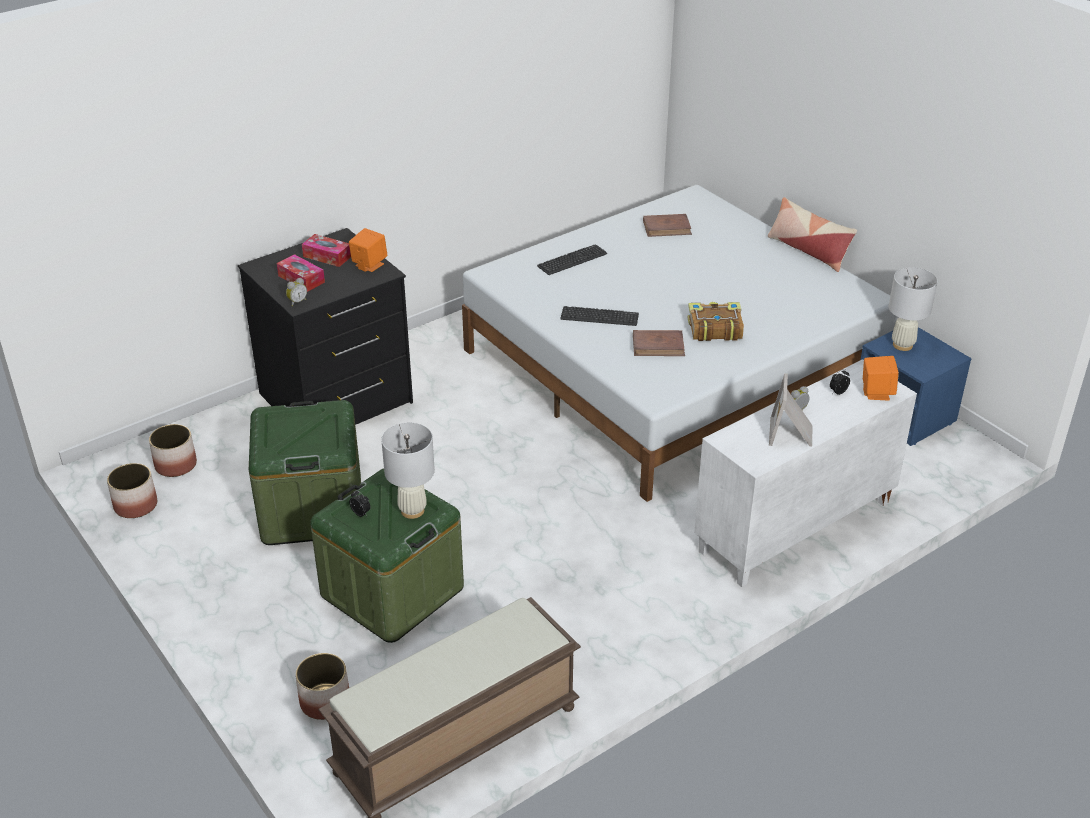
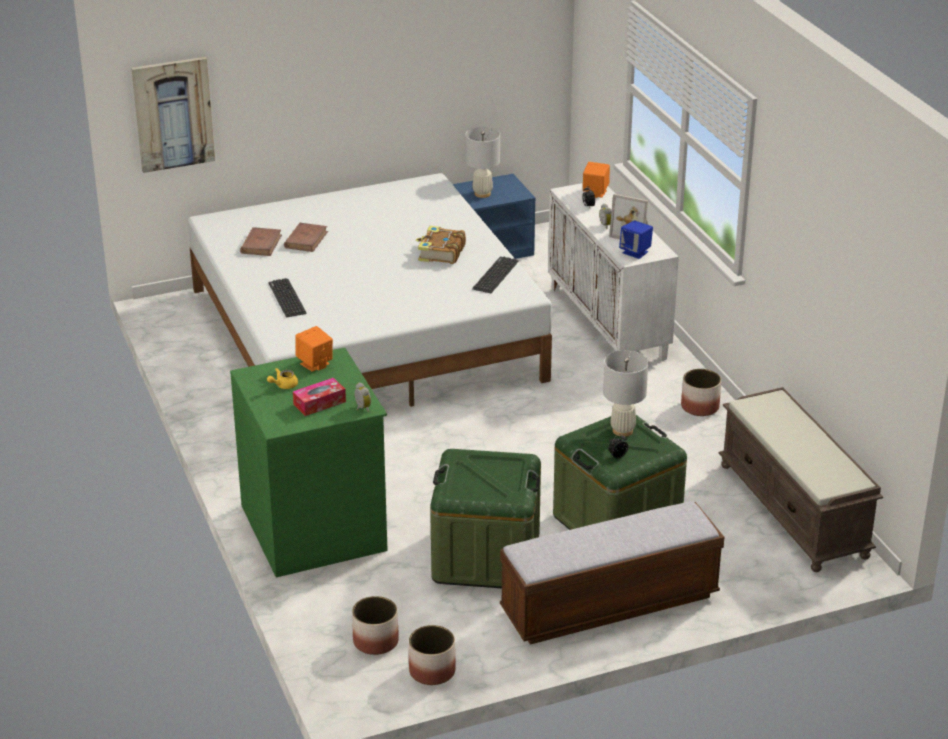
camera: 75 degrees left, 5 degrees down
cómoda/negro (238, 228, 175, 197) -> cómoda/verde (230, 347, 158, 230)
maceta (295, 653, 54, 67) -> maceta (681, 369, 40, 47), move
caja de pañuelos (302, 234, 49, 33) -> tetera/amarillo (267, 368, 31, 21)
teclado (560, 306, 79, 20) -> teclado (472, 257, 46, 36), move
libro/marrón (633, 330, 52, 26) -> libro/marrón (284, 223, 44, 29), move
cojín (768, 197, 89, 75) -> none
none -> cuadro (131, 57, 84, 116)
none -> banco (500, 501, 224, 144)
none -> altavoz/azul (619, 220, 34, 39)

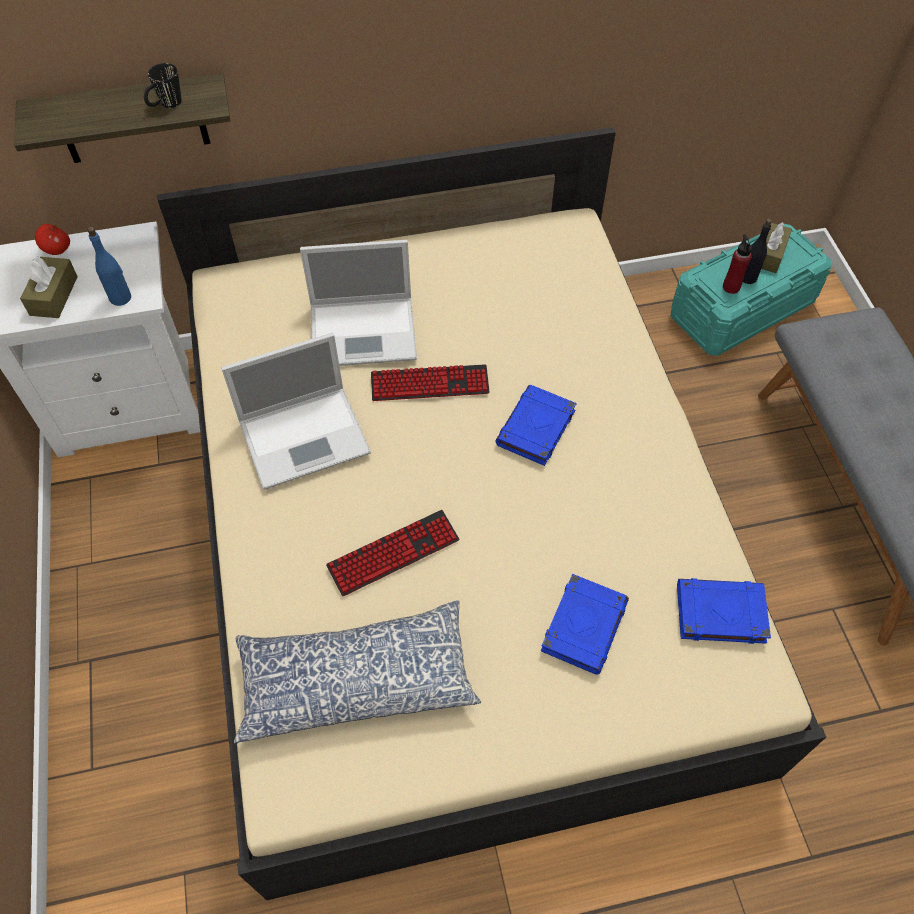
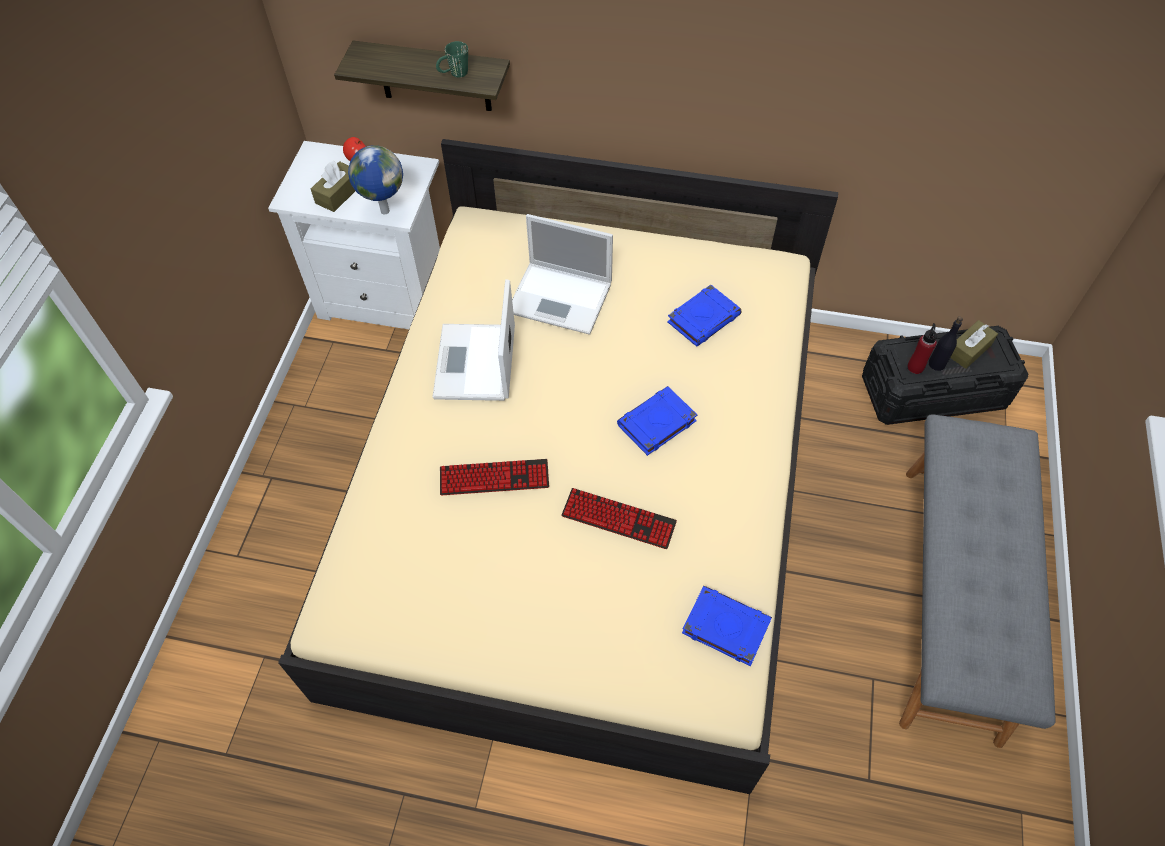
camera: 25 degrees right, 0 degrees up
botella/azul (87, 227, 44, 79) -> globo terráqueo (348, 145, 55, 69)
taza grande/negro (144, 63, 38, 45) -> taza grande/verde (436, 41, 32, 37)
portátil (221, 333, 150, 157) -> portátil (433, 279, 82, 122), 90 degrees clockwise
cojín (234, 600, 247, 144) -> none
teclado (371, 364, 119, 37) -> teclado (561, 488, 116, 61), move
libro/azul (541, 574, 88, 101) -> libro/azul (667, 285, 75, 62), move
caja de almacenaje/turquesa (670, 224, 161, 132) -> caja de almacenaje/negro (862, 326, 167, 99)

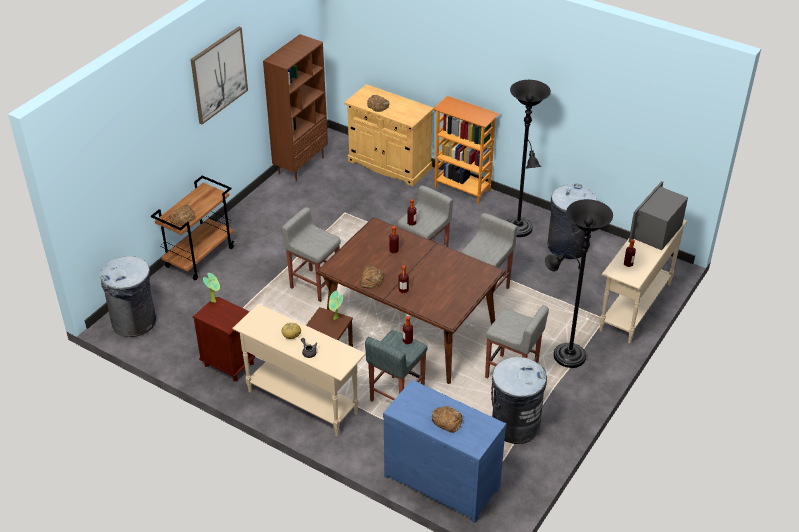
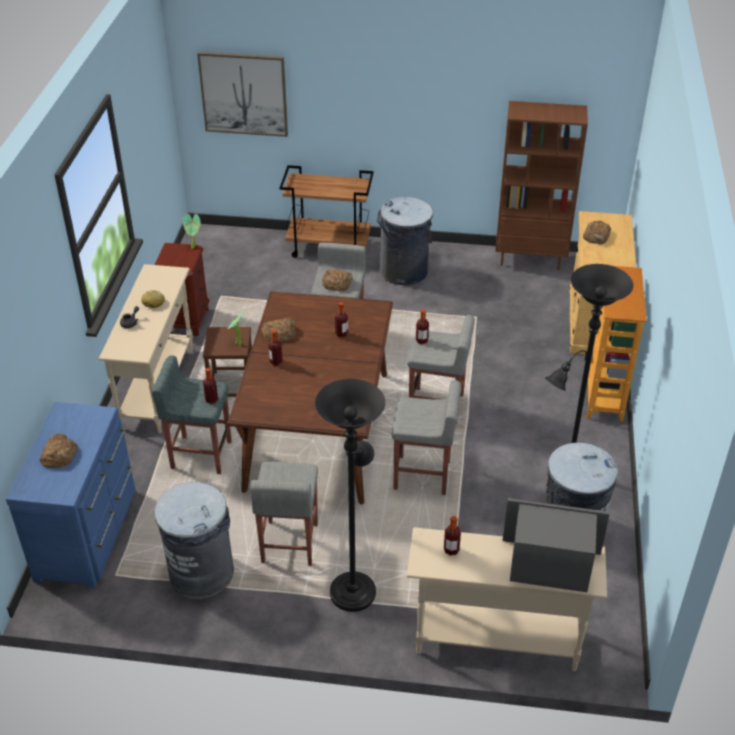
camera: 65 degrees right, 0 degrees up
papelera/gris (100, 256, 56, 81) -> papelera/gris (376, 197, 57, 88), move
pan (169, 205, 26, 21) -> pan (322, 270, 31, 22), move
cuadro (191, 27, 57, 97) -> cuadro (197, 52, 91, 85), move

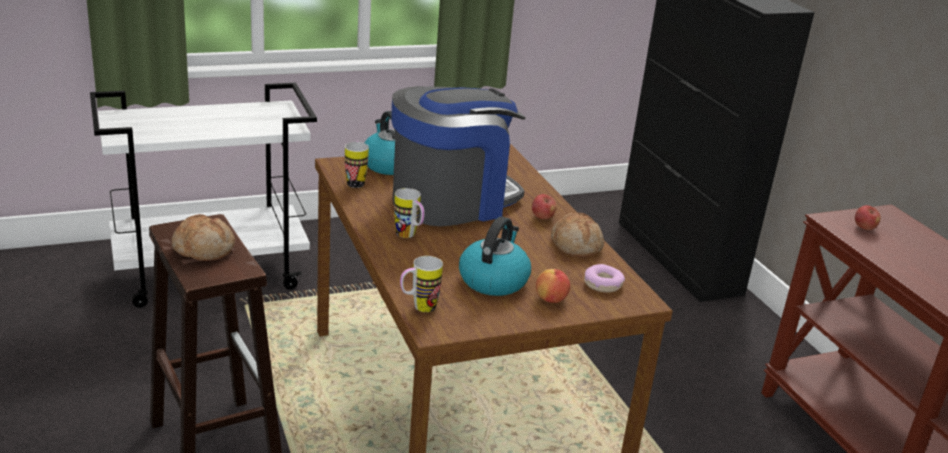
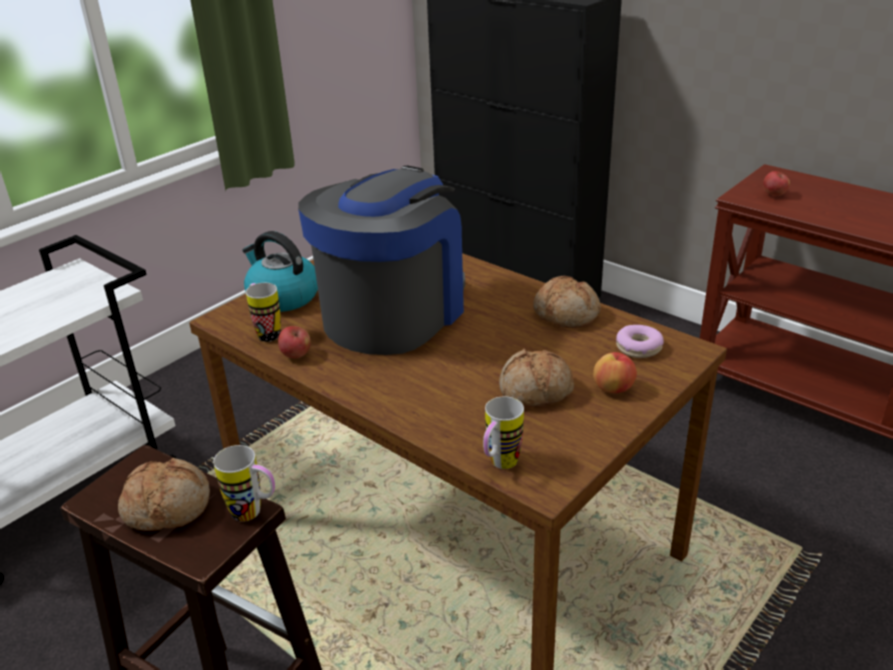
camera: 25 degrees left, 5 degrees up
taza grande (394, 188, 31, 50) -> taza grande (213, 445, 62, 77), move
hervidor (459, 217, 72, 79) -> pan (499, 348, 75, 59)
manzana (532, 194, 25, 25) -> manzana (278, 326, 33, 32), move

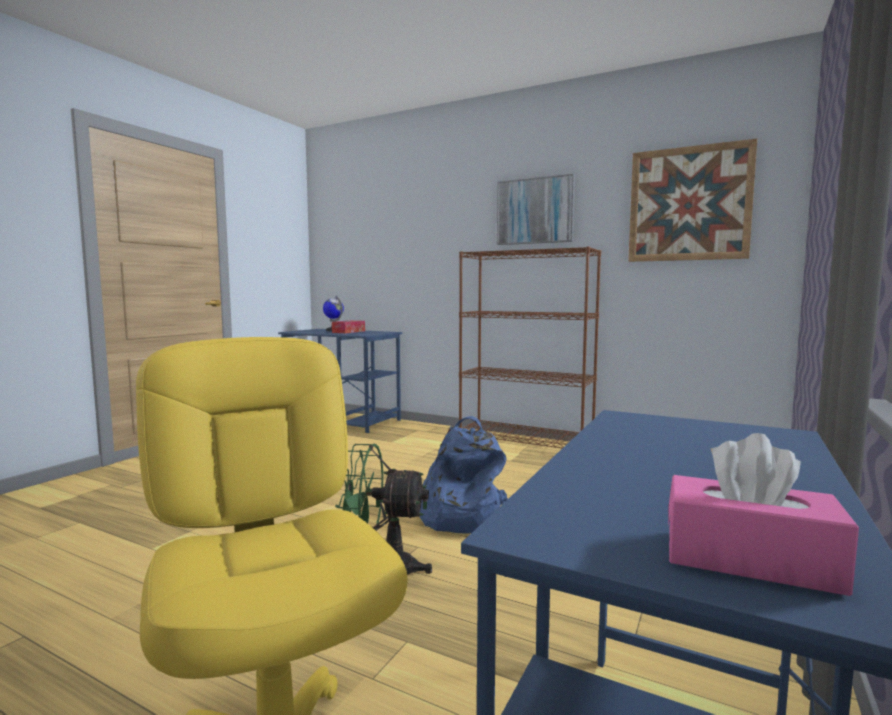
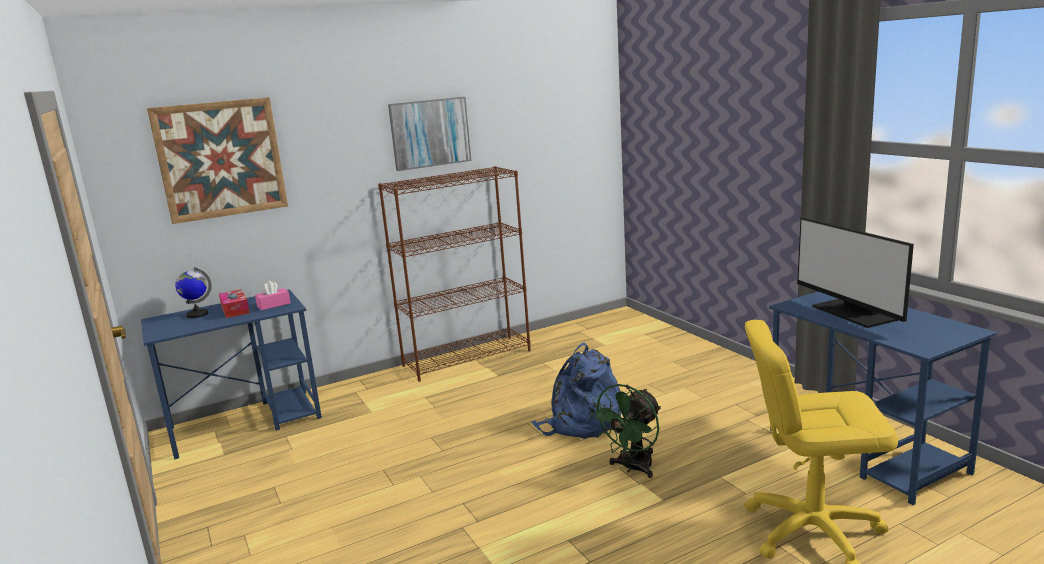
camera: 55 degrees left, 10 degrees up
cuadro (628, 139, 129, 123) -> cuadro (147, 97, 141, 127), move
caja de pañuelos/rosa (668, 433, 191, 163) -> caja de pañuelos/rosa (255, 281, 35, 29), move
none -> monitor (797, 217, 117, 111)

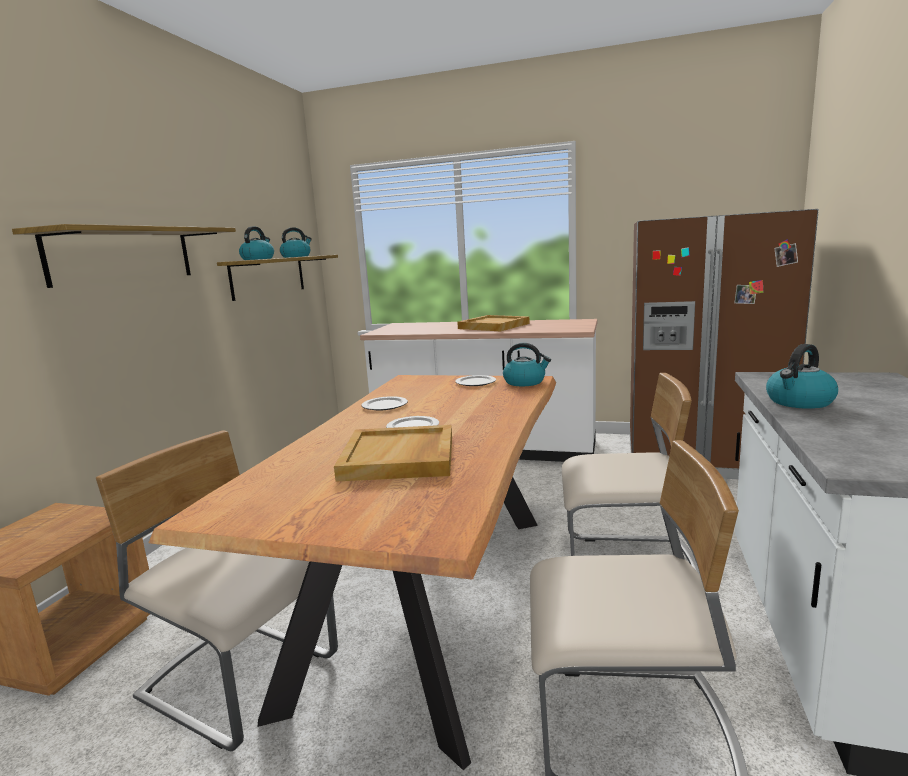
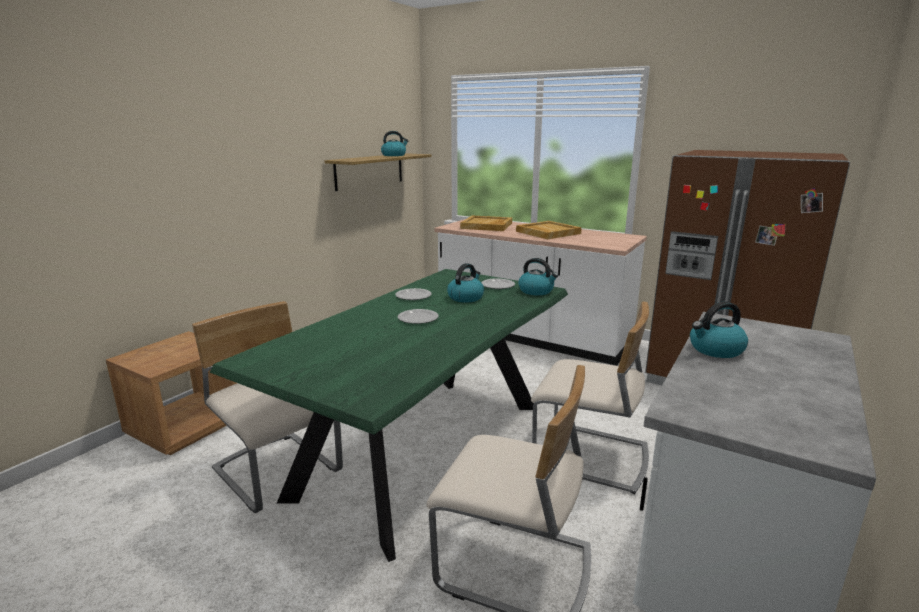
camera: 15 degrees right, 5 degrees up
estante (12, 224, 224, 64) -> none
mesa de comedor/marrón (148, 375, 408, 395) -> mesa de comedor/verde (210, 269, 358, 293)
hervidor (239, 226, 35, 34) -> hervidor (447, 263, 37, 40), move
bandeja/beis (334, 425, 118, 57) -> bandeja/beis (460, 215, 52, 16), move

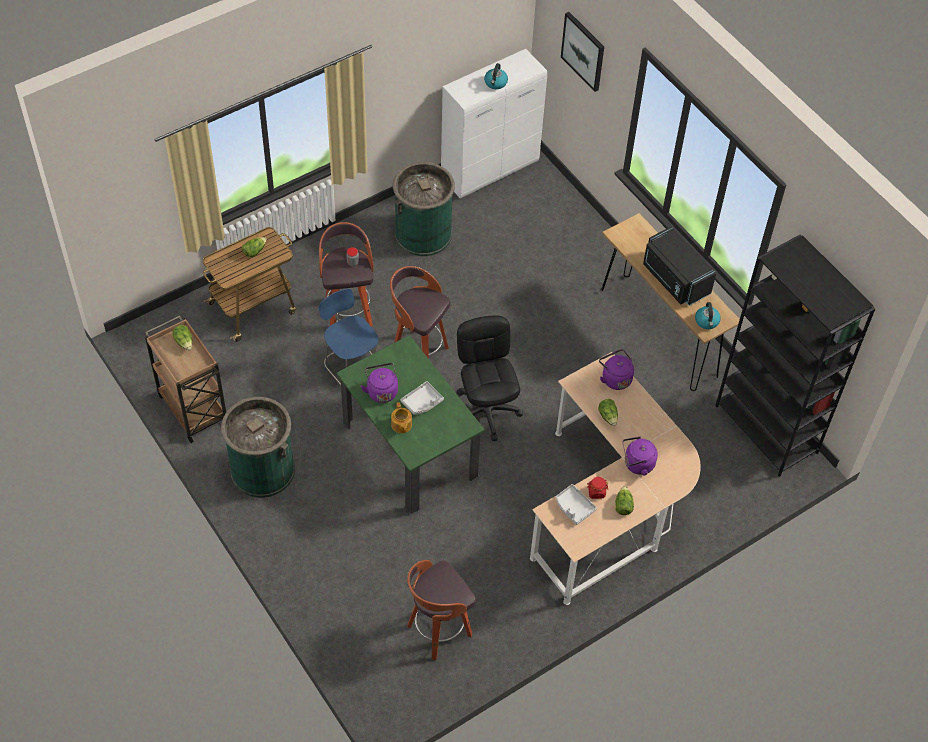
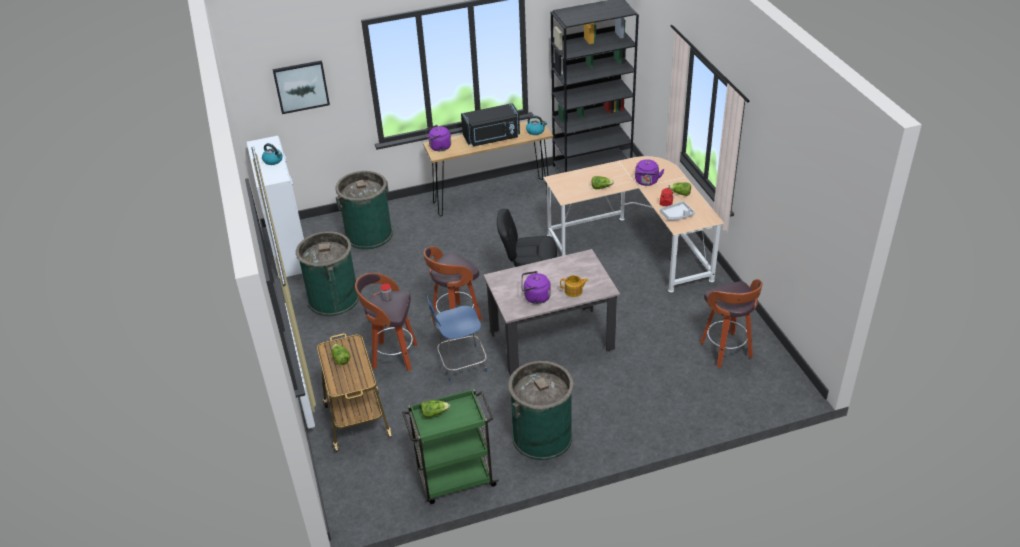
camera: 70 degrees left, 15 degrees down
carrito/marrón (145, 316, 81, 127) -> carrito/verde (402, 389, 97, 115)
mesa de comedor/verde (337, 335, 148, 179) -> mesa de comedor/beis (483, 249, 137, 127)
bandeja/gris (400, 381, 44, 34) -> none
hervidor/morado (599, 349, 35, 41) -> hervidor/morado (425, 125, 26, 26), move
none -> papelera/verde (335, 171, 58, 79)

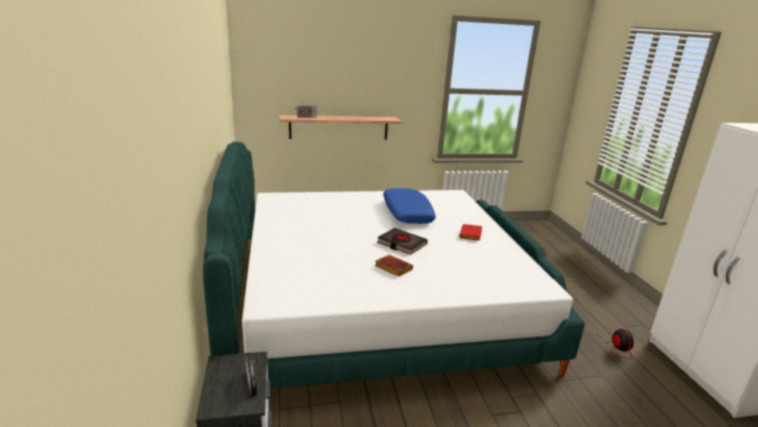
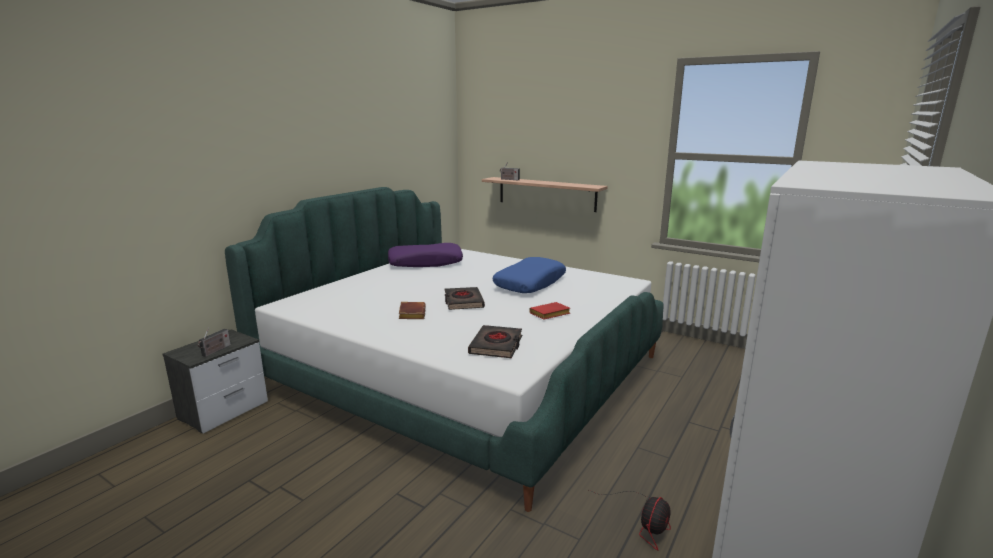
camera: 45 degrees right, 5 degrees down
none -> cojín/morado (388, 243, 75, 24)
none -> libro/negro (468, 325, 54, 33)

